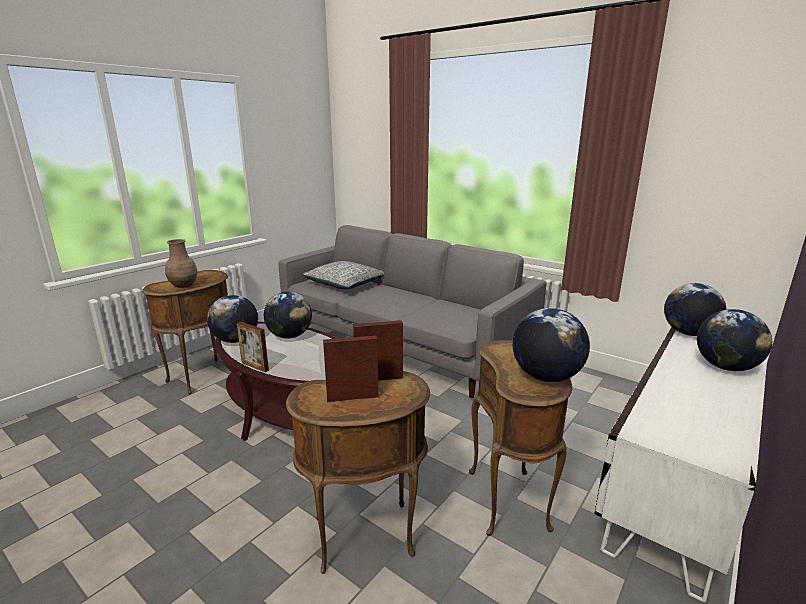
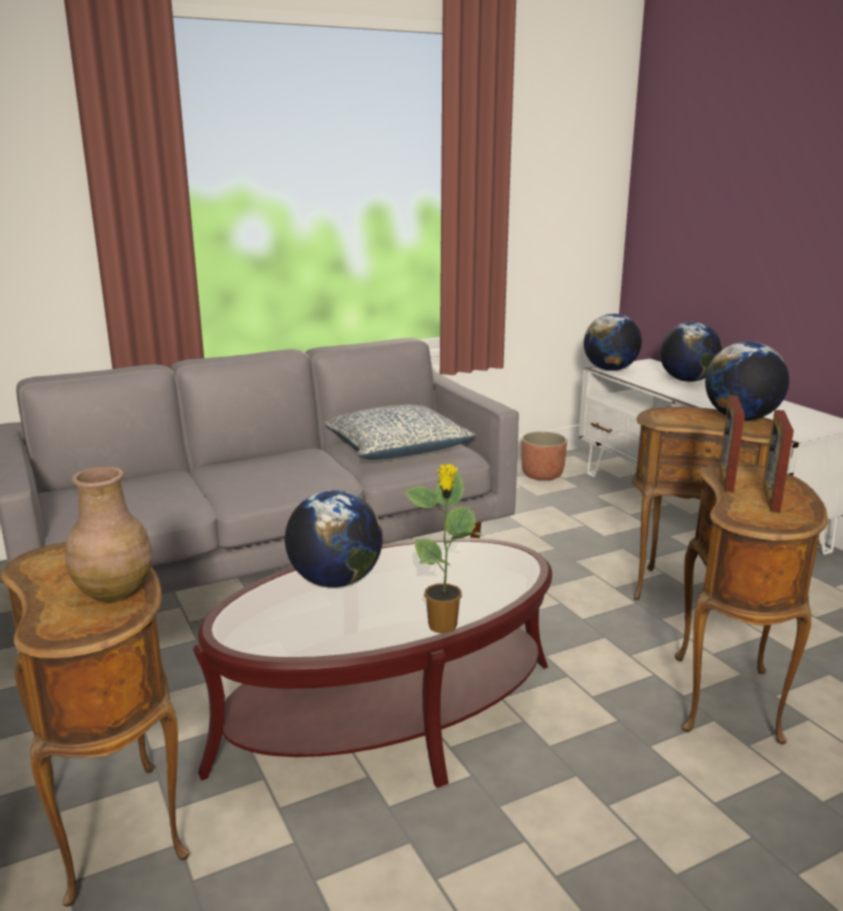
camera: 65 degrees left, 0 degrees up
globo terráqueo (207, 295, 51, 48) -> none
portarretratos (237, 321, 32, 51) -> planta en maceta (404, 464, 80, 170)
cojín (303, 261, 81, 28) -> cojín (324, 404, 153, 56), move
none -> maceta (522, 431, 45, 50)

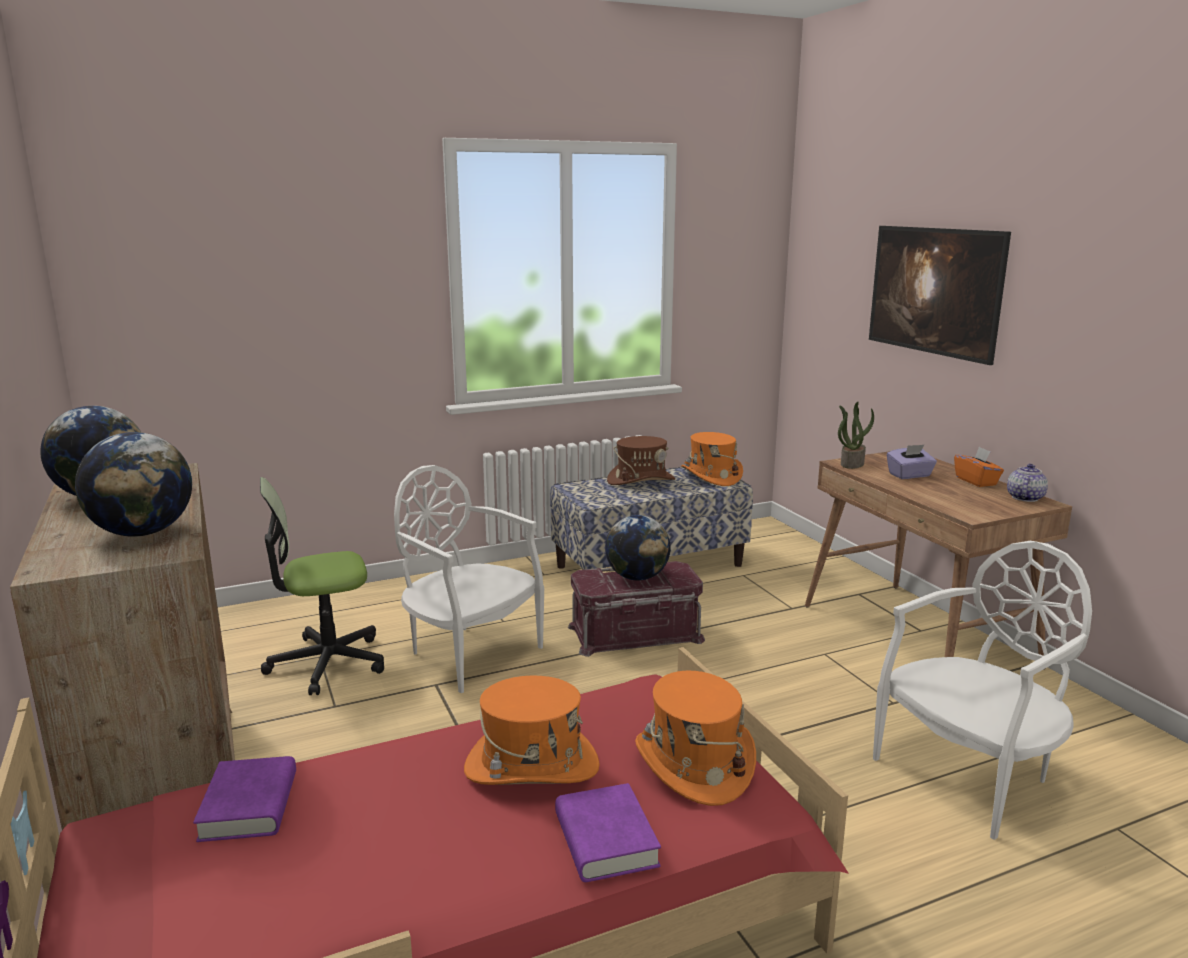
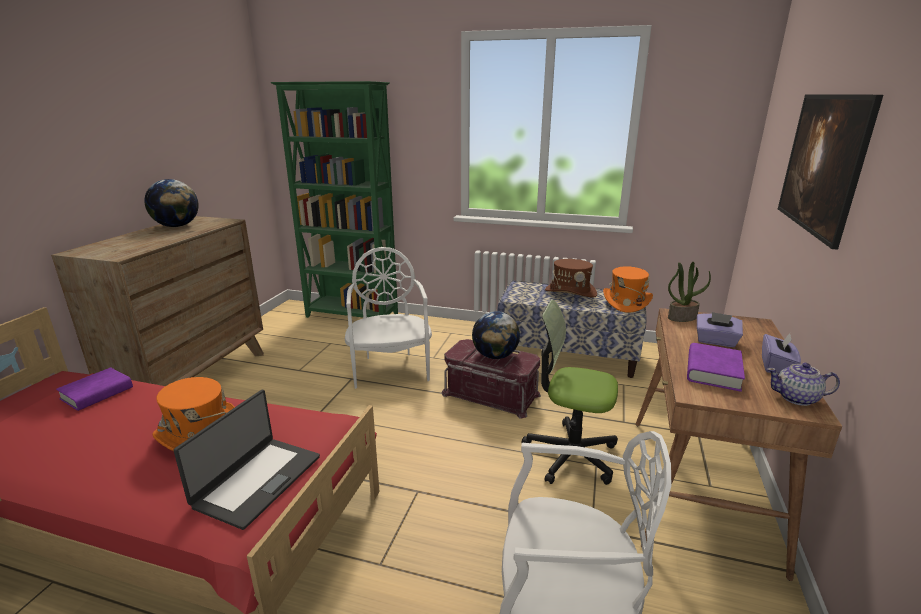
camera: 40 degrees right, 5 degrees up
globo terráqueo (75, 432, 117, 105) -> none
silla de oficina (260, 477, 124, 218) -> silla de oficina (521, 299, 97, 186), move
libro/morado (555, 783, 106, 99) -> libro/morado (687, 343, 58, 49), move
sombrero/naranja (635, 671, 121, 135) -> portátil (173, 390, 147, 140)
caja de pañuelos/naranja (954, 447, 50, 40) -> caja de pañuelos/morado (762, 333, 39, 41)
tetera (1007, 464, 41, 38) -> tetera (767, 363, 73, 43), 150 degrees counterclockwise
none -> estantería/verde (271, 81, 127, 237)

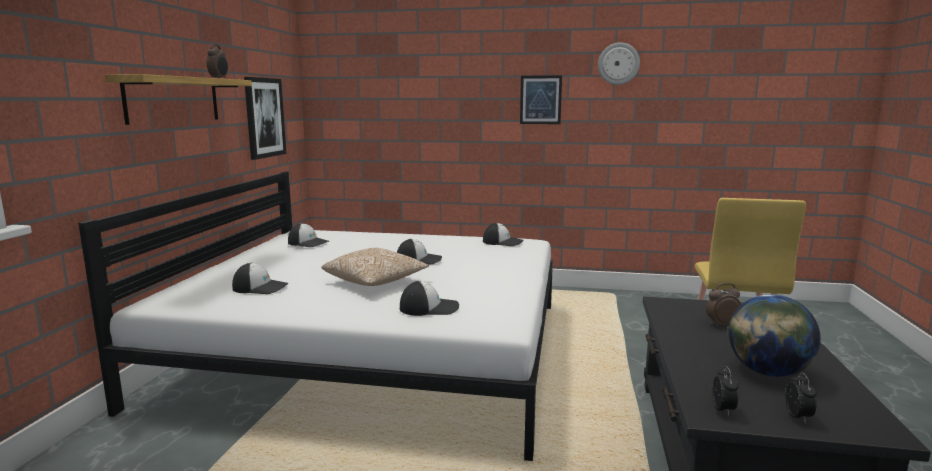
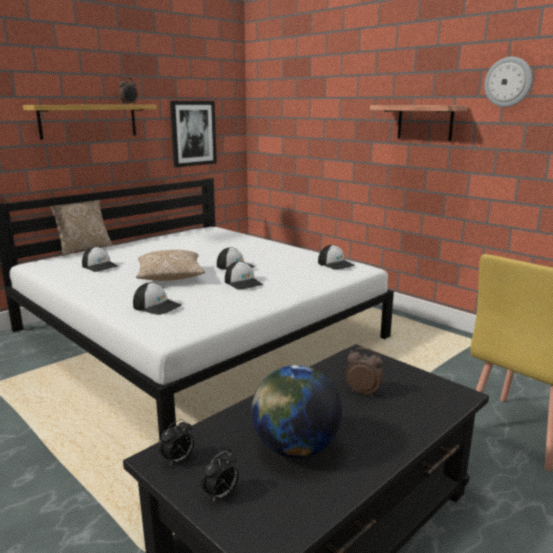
camera: 35 degrees right, 5 degrees up
gorra (288, 223, 41, 24) -> gorra (225, 261, 38, 29), move
cuadro (520, 75, 42, 49) -> estante (370, 105, 97, 36)
none -> cojín (50, 200, 63, 56)

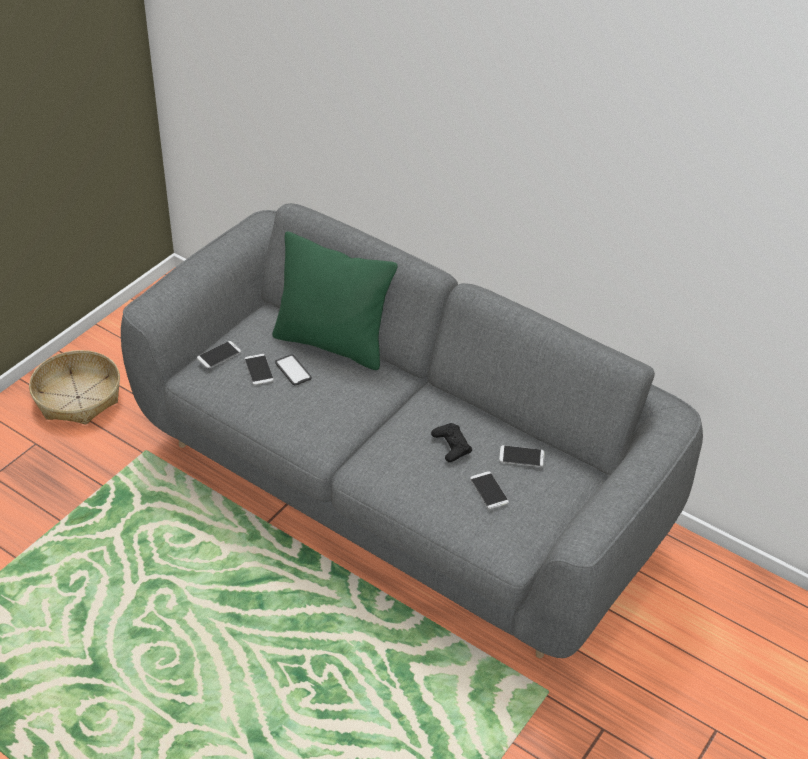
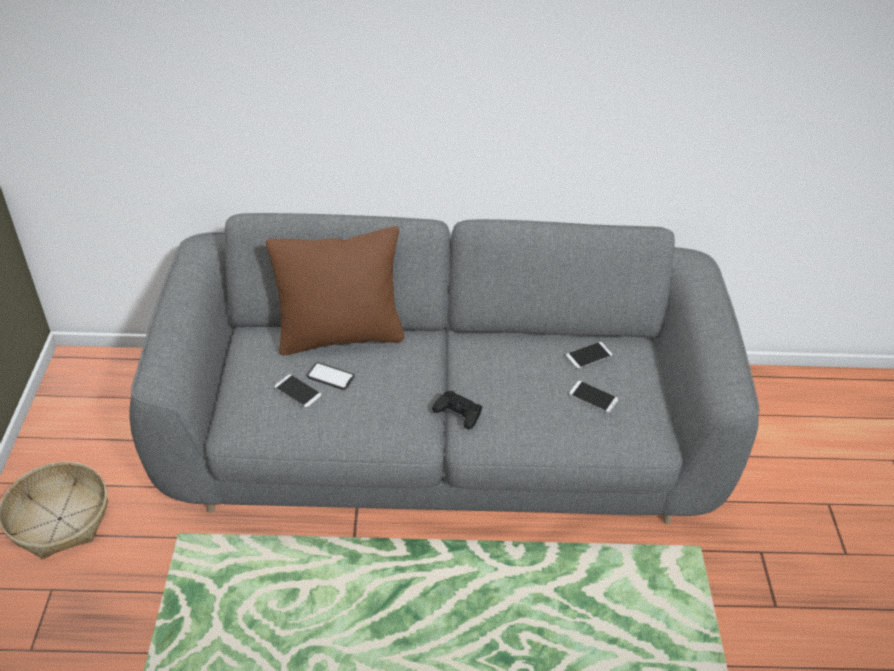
camera: 35 degrees left, 0 degrees up
móvil (197, 341, 44, 27) -> none
cojín/verde (272, 231, 126, 139) -> cojín/marrón (266, 226, 138, 129)
mando de consola/negro (431, 423, 41, 39) -> mando de consola/negro (432, 391, 50, 38), move

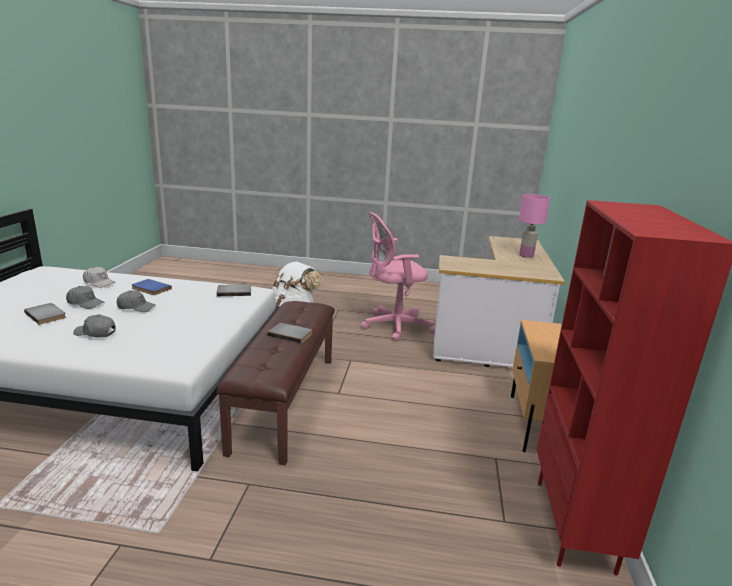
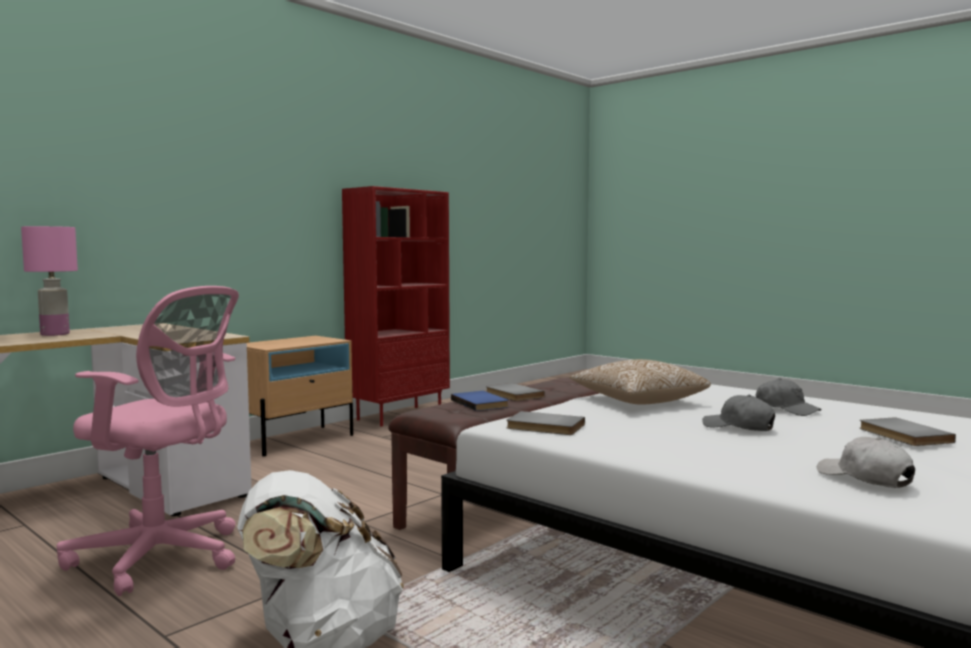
camera: 145 degrees left, 15 degrees down
gorra/gris (66, 286, 38, 23) -> none
libro/azul (132, 279, 40, 16) -> libro/azul (451, 391, 58, 20), move
none -> cojín (570, 359, 141, 46)

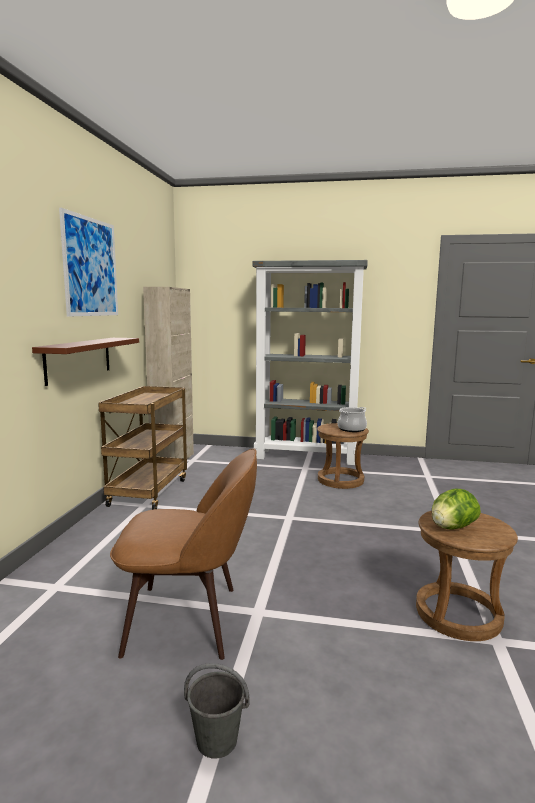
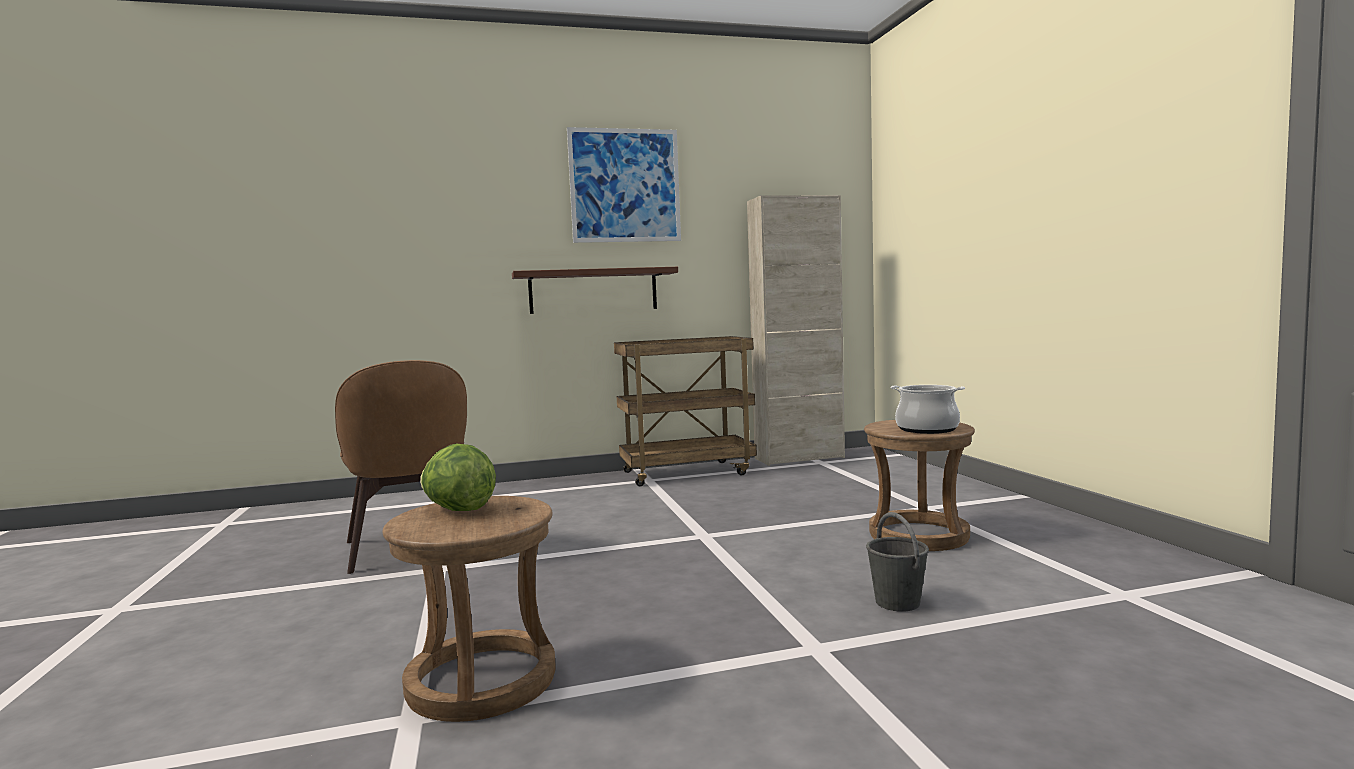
camera: 65 degrees right, 5 degrees down
cubo/gris (184, 663, 65, 96) -> cubo/gris (866, 512, 63, 100), move
estantería/gris (253, 260, 115, 205) -> none

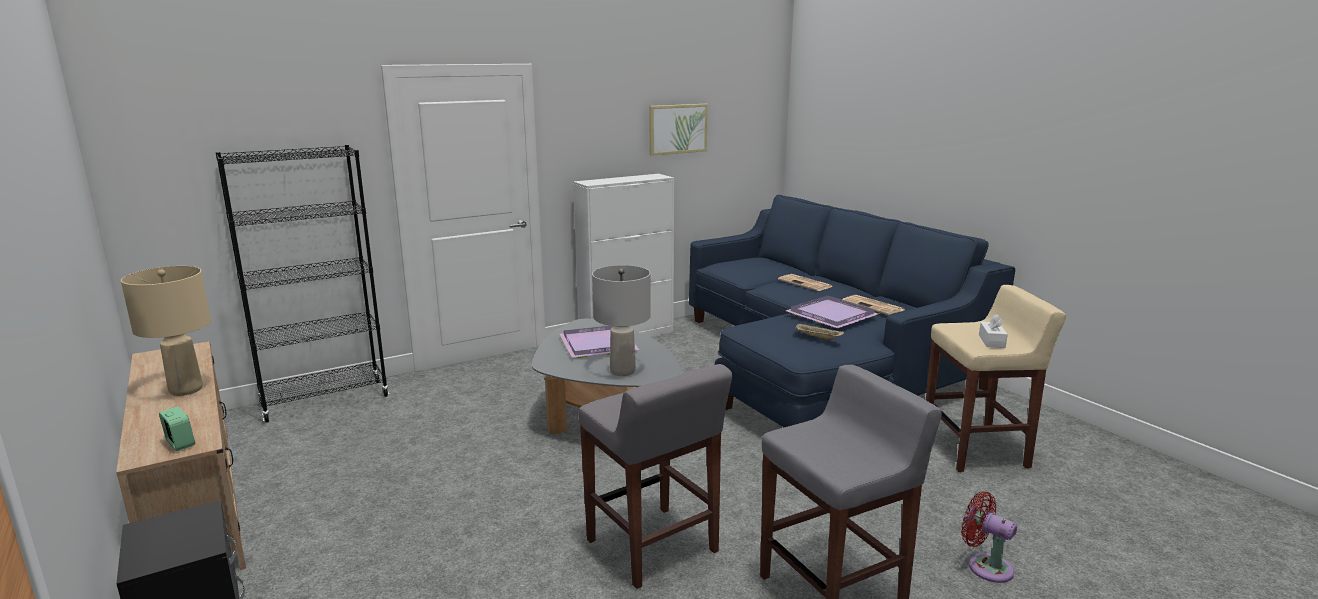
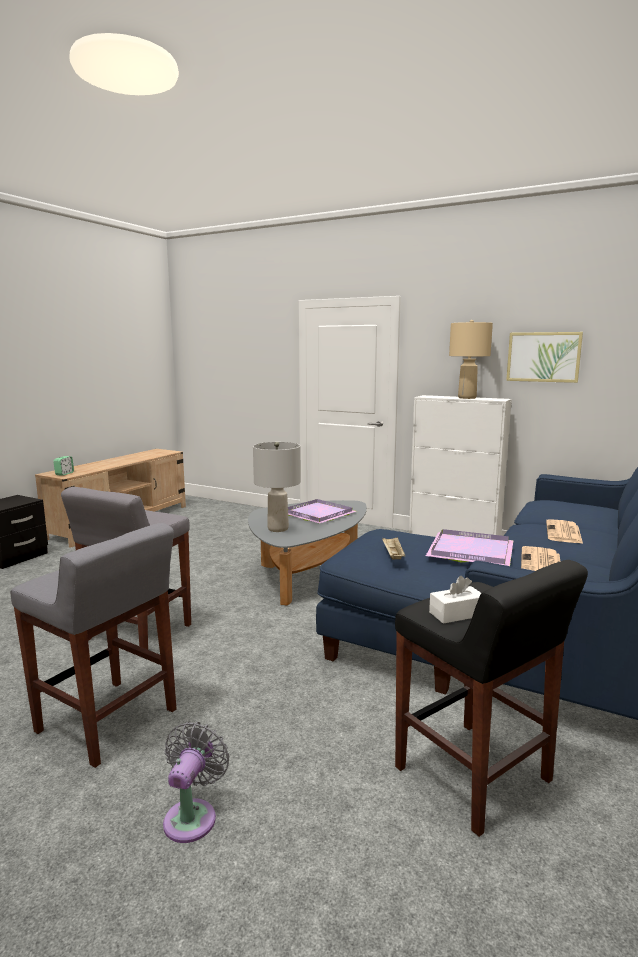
camera: 60 degrees right, 5 degrees down
lámpara de mesa/beis (121, 266, 90, 130) -> lámpara de mesa/beis (449, 320, 44, 79), move
estantería/negro (215, 145, 174, 278) -> none
taburete/beis (926, 285, 140, 187) -> taburete/negro (395, 560, 193, 277)
ventilador/rojo (961, 491, 56, 92) -> ventilador/gris (163, 722, 66, 121)

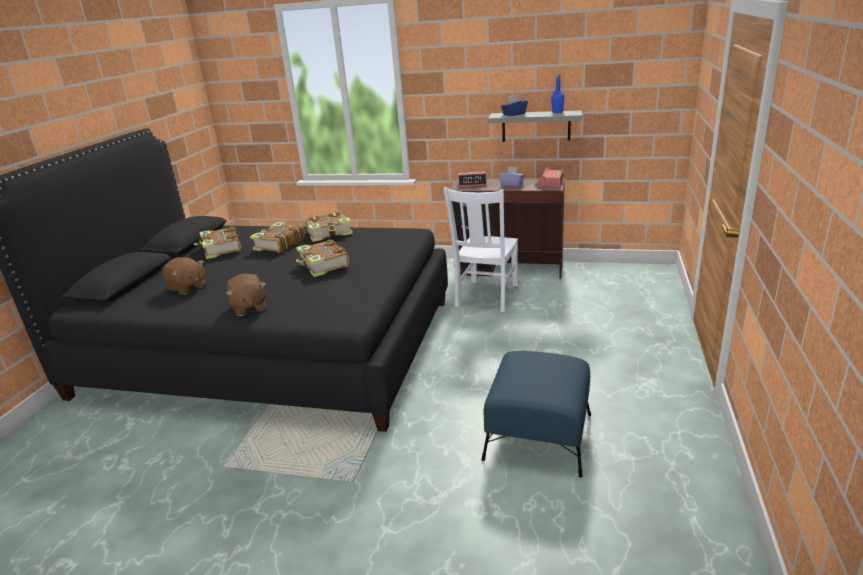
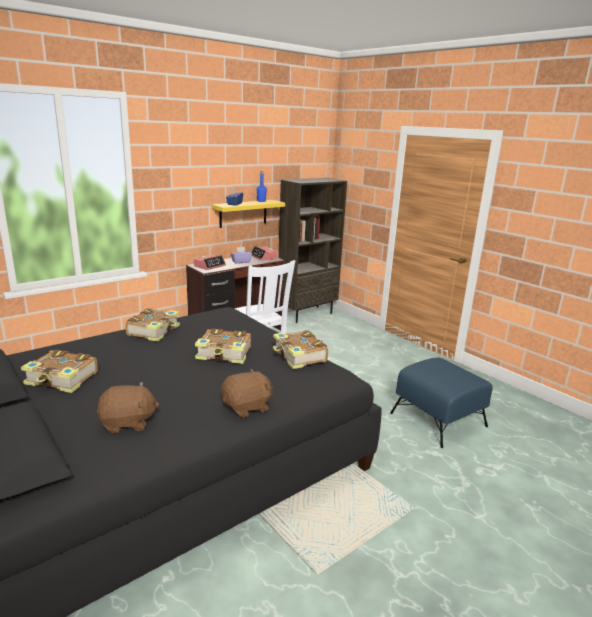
camera: 55 degrees left, 5 degrees down
peluche/marrón (226, 274, 40, 42) -> peluche/marrón (221, 369, 52, 49), 45 degrees counterclockwise
libro (250, 222, 55, 31) -> libro (273, 330, 55, 39), move
estante/gris (488, 110, 94, 32) -> estante/amarillo (211, 200, 74, 28)
none -> estantería/marrón (278, 178, 69, 145)

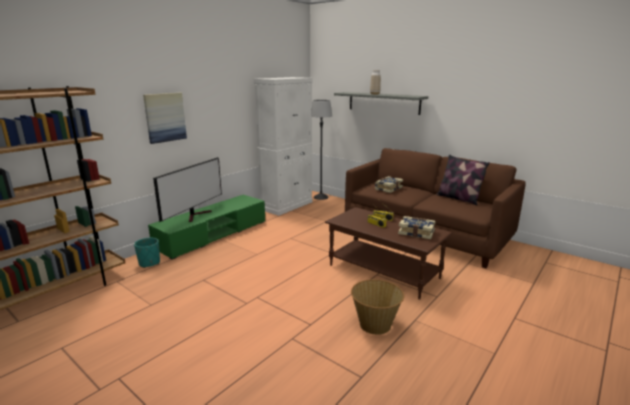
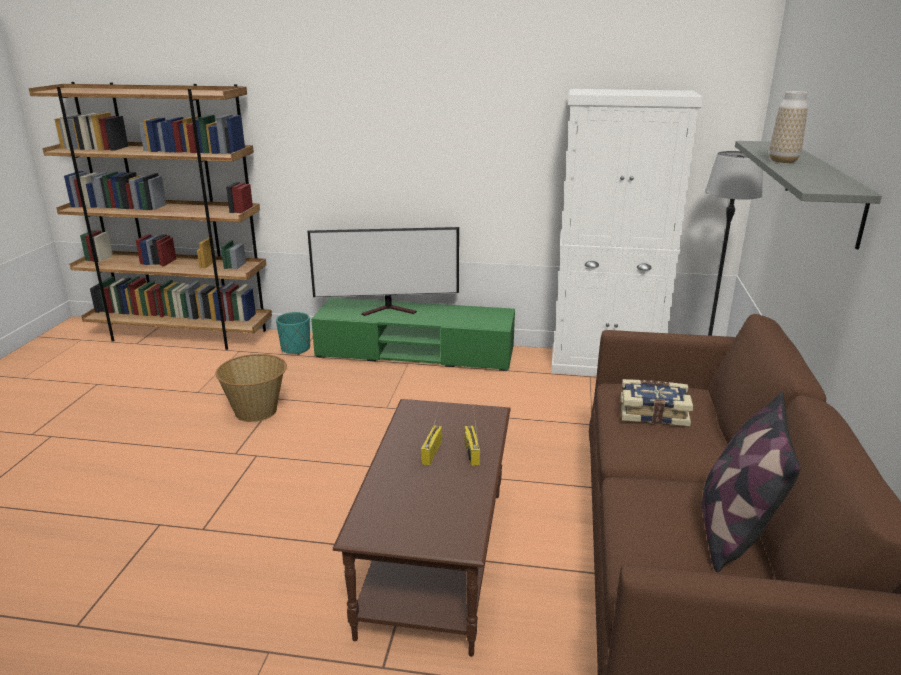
camera: 60 degrees right, 5 degrees up
cuadro (143, 93, 44, 51) -> none
cesta (351, 279, 53, 56) -> cesta (215, 354, 72, 68), move
libro (398, 216, 37, 23) -> none

